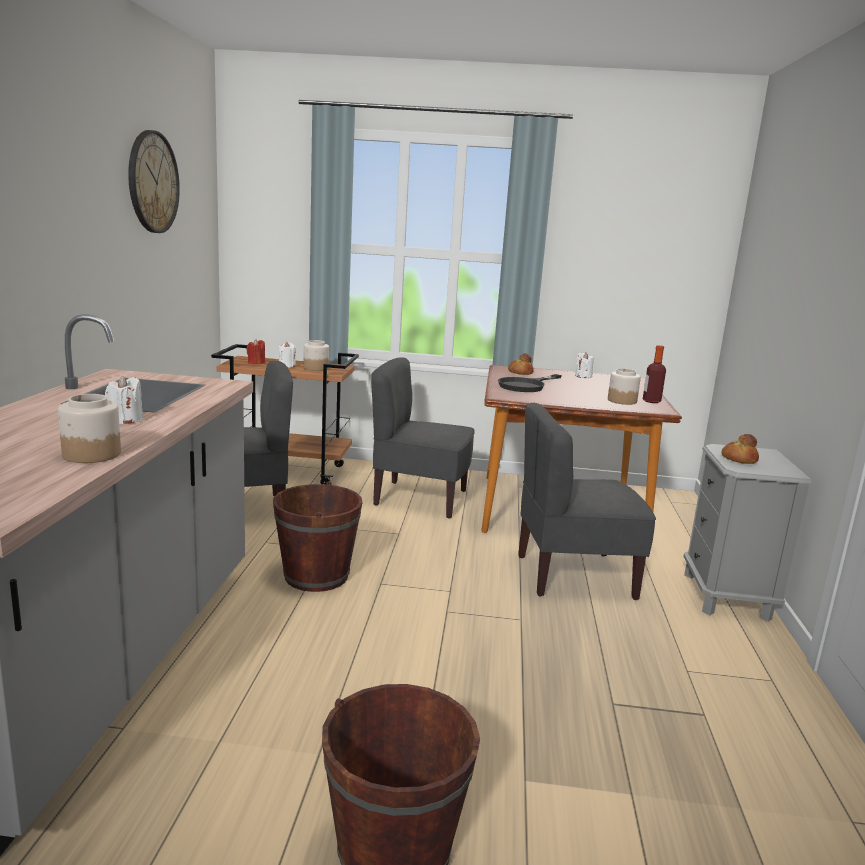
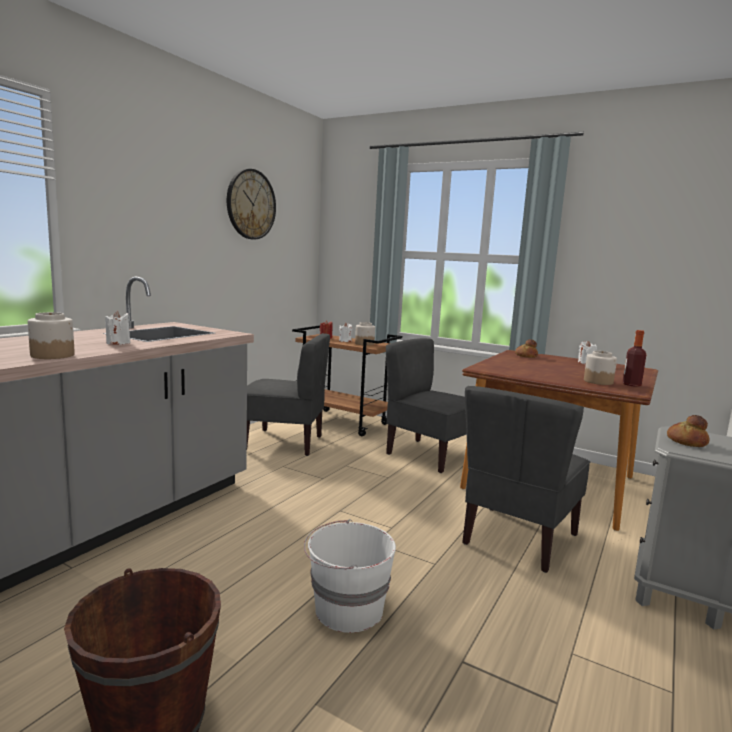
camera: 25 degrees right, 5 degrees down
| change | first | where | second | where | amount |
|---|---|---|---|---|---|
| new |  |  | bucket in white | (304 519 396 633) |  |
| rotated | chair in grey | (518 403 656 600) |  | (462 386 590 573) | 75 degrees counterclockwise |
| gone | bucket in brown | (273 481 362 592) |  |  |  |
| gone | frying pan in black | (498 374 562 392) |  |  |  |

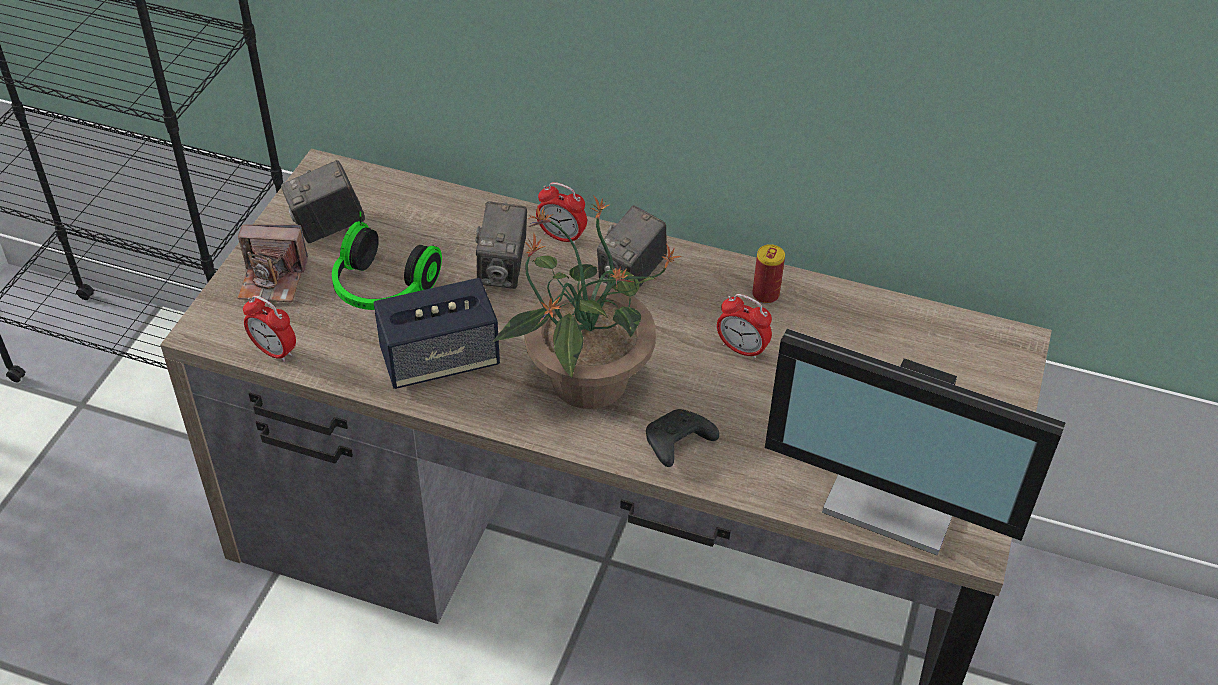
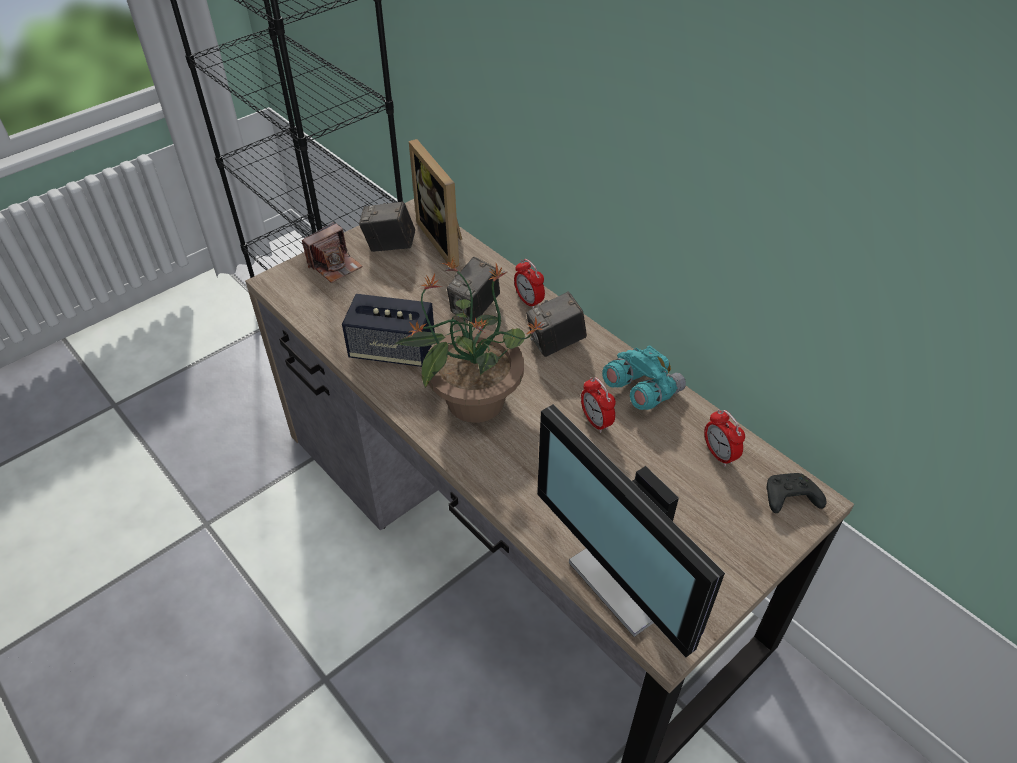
camera: 30 degrees right, 0 degrees up
| change | first | where | second | where | amount |
|---|---|---|---|---|---|
| rotated | photo camera | (238 225 308 302) |  | (302 222 363 283) | 75 degrees counterclockwise |
| new |  |  | picture frame | (409 139 462 266) |  |
| swapped | can | (752 244 785 304) | binoculars in turquoise | (602 345 686 410) |  |
| shifted | alarm clock | (243 295 296 362) |  | (704 409 745 466) |  |
| shifted | game controller in black | (646 409 719 467) |  | (767 473 827 513) |  |
| gone | headphones | (332 211 442 310) |  |  |  |

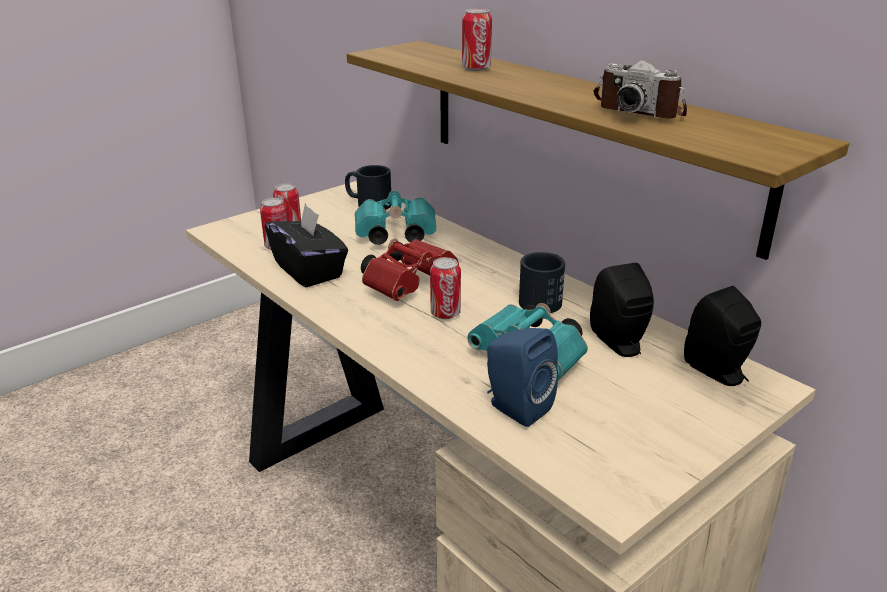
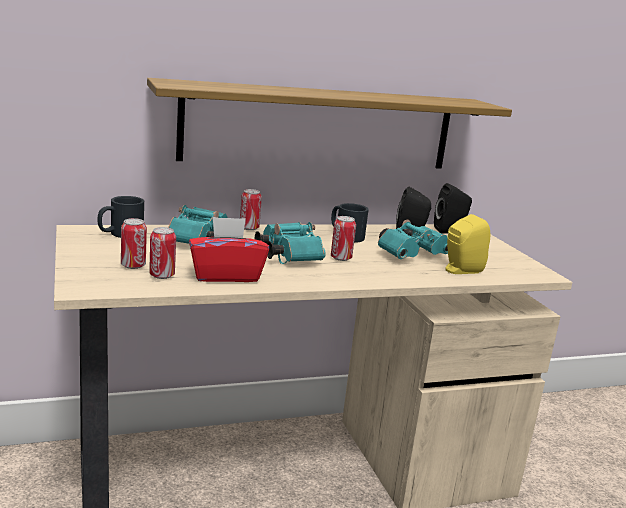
camera: 70 degrees left, 10 degrees down
| change | first | where | second | where | amount |
|---|---|---|---|---|---|
| repainted | tissue box in black | (265 203 348 287) | tissue box in red | (189 217 269 282) |  |
| shifted | can | (462 9 492 71) |  | (240 189 262 230) |  |
| repainted | binoculars in red | (361 238 459 301) | binoculars in turquoise | (255 222 326 264) |  |
| repainted | speaker in blue | (487 328 558 427) | speaker in yellow | (445 214 490 274) |  |
| gone | photo camera | (593 60 687 118) |  |  |  |

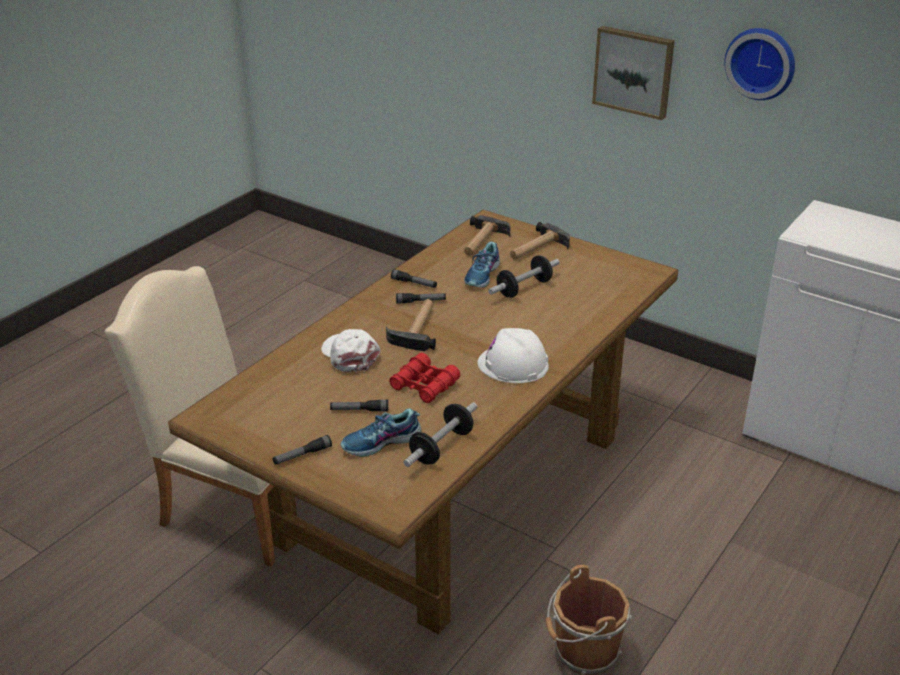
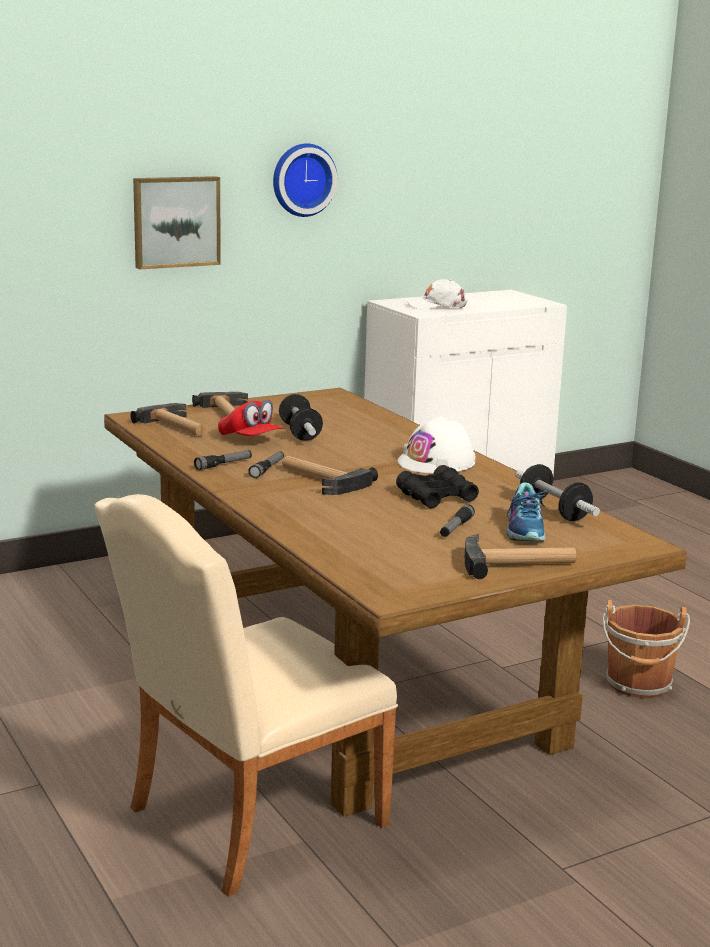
camera: 65 degrees left, 15 degrees down
| change | first | where | second | where | amount |
|---|---|---|---|---|---|
| swapped | shoe | (464 241 500 287) | cap in red | (218 400 283 436) |  |
| repainted | binoculars in red | (389 353 460 403) | binoculars in black | (396 465 479 508) |  |
| shifted | cap in white | (321 329 381 372) |  | (407 279 468 310) |  |
| swapped | flashlight | (273 435 332 465) | hammer | (465 534 576 579) |  |

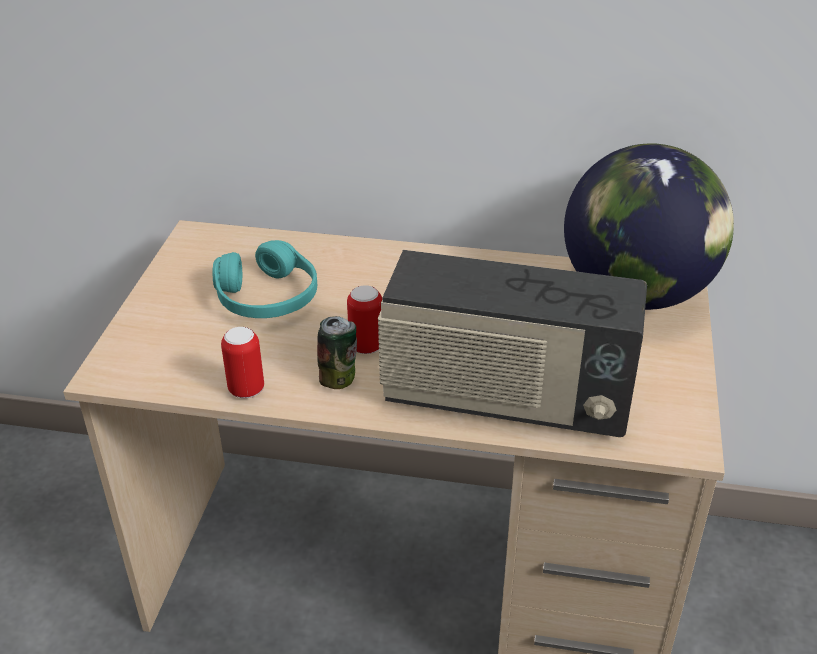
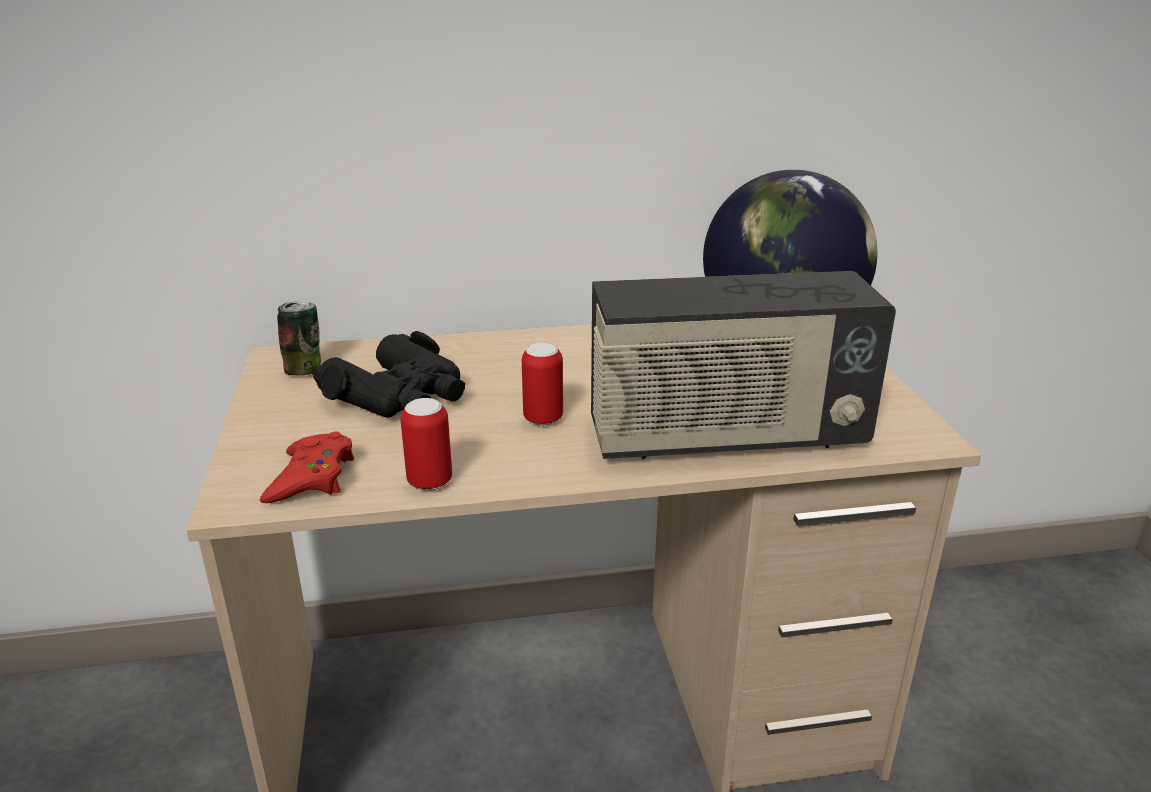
camera: 20 degrees left, 10 degrees down
| change | first | where | second | where | amount |
|---|---|---|---|---|---|
| new |  |  | game controller in red | (260 431 354 503) |  |
| shifted | can | (317 316 357 389) |  | (277 302 321 376) |  |
| swapped | headphones in turquoise | (213 240 317 318) | binoculars in black | (312 331 465 418) |  |

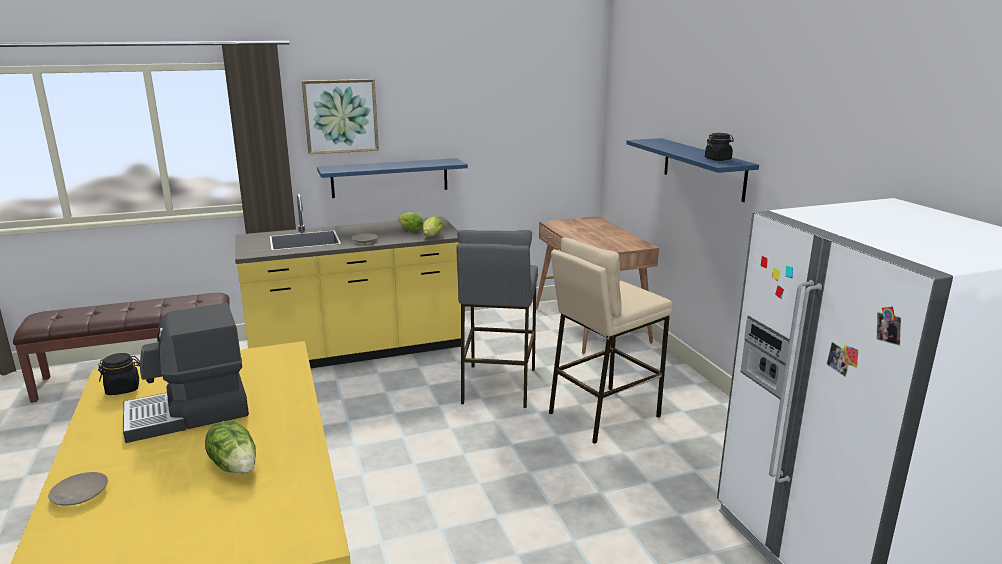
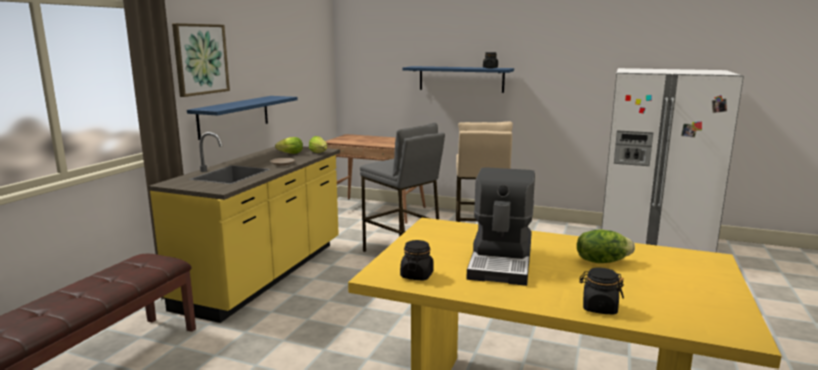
camera: 50 degrees left, 5 degrees down
| change | first | where | second | where | amount |
|---|---|---|---|---|---|
| swapped | plate in beige | (48 472 108 506) | jar in black | (579 267 624 314) |  |

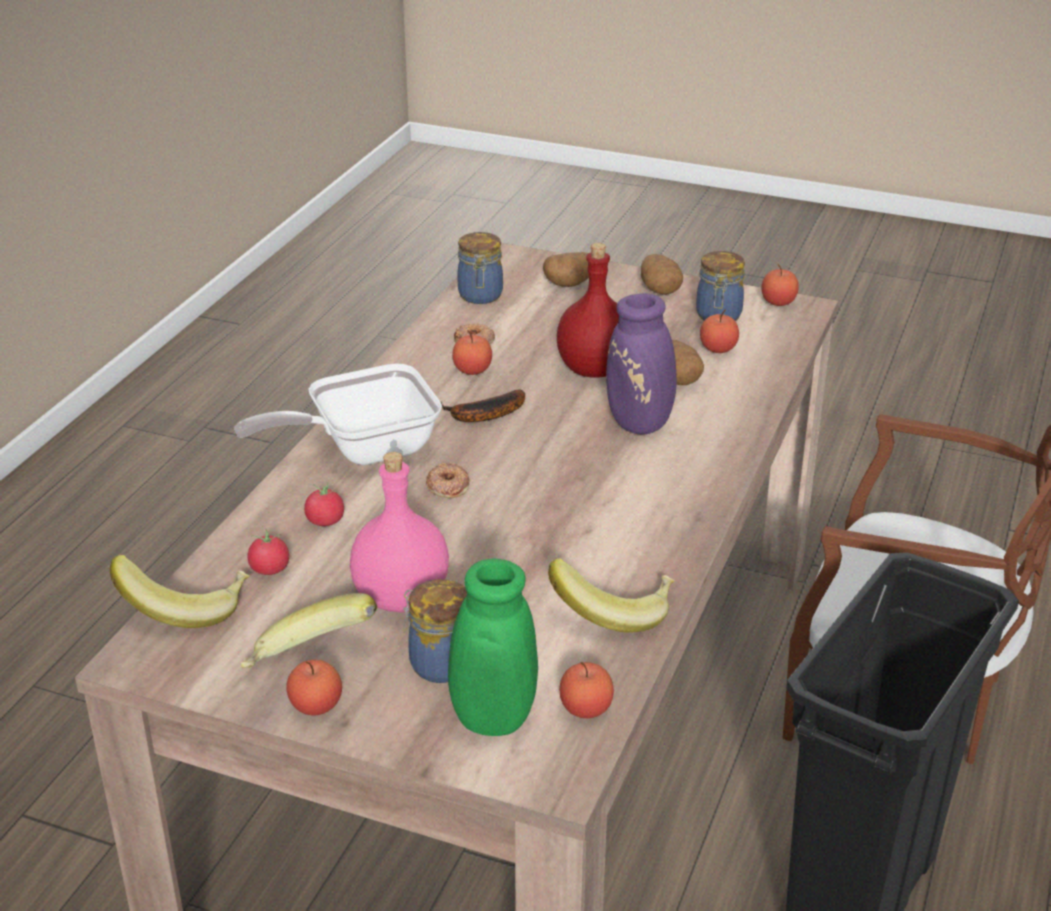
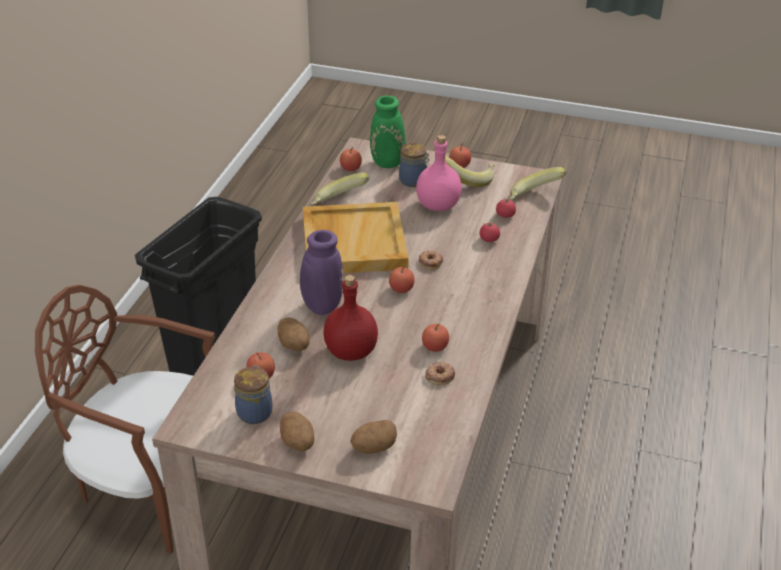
camera: 175 degrees right, 5 degrees up
| change | first | where | second | where | amount |
|---|---|---|---|---|---|
| new |  |  | tray in beige | (303 202 409 273) |  |
| shifted | apple | (762 264 799 306) |  | (389 266 415 293) |  |
| gone | frying pan | (234 363 442 465) |  |  |  |
| gone | banana | (440 390 525 422) |  |  |  |
| gone | jar | (457 232 503 304) |  |  |  |

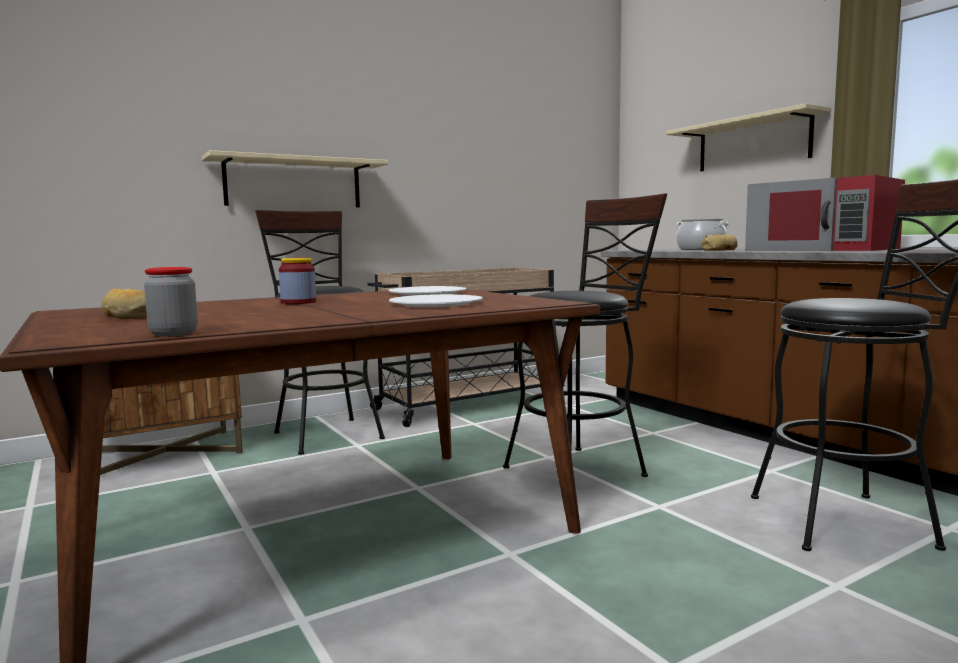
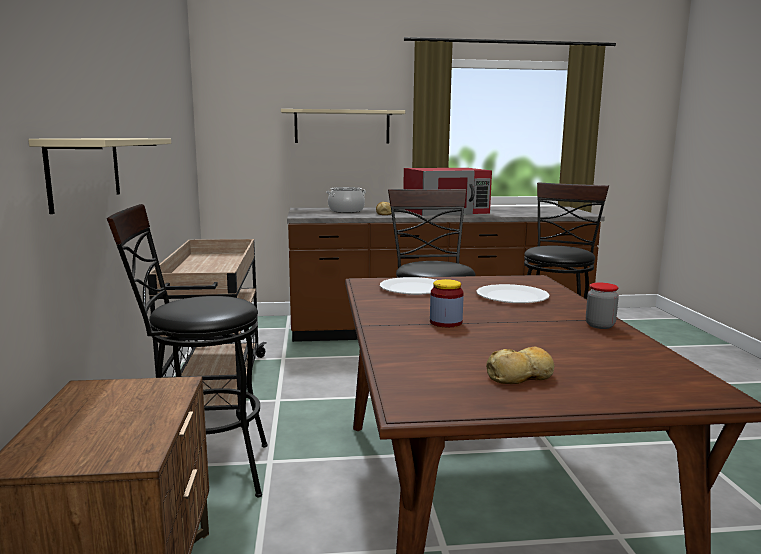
camera: 65 degrees left, 5 degrees up
| change | first | where | second | where | amount |
|---|---|---|---|---|---|
| shifted | jar | (144 267 198 337) |  | (586 283 619 329) |  |

